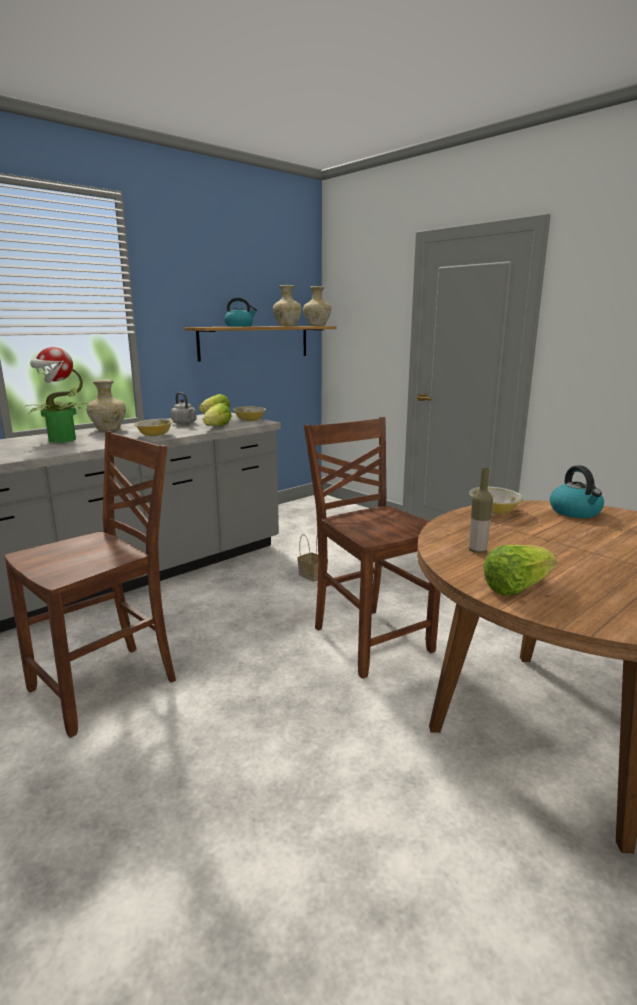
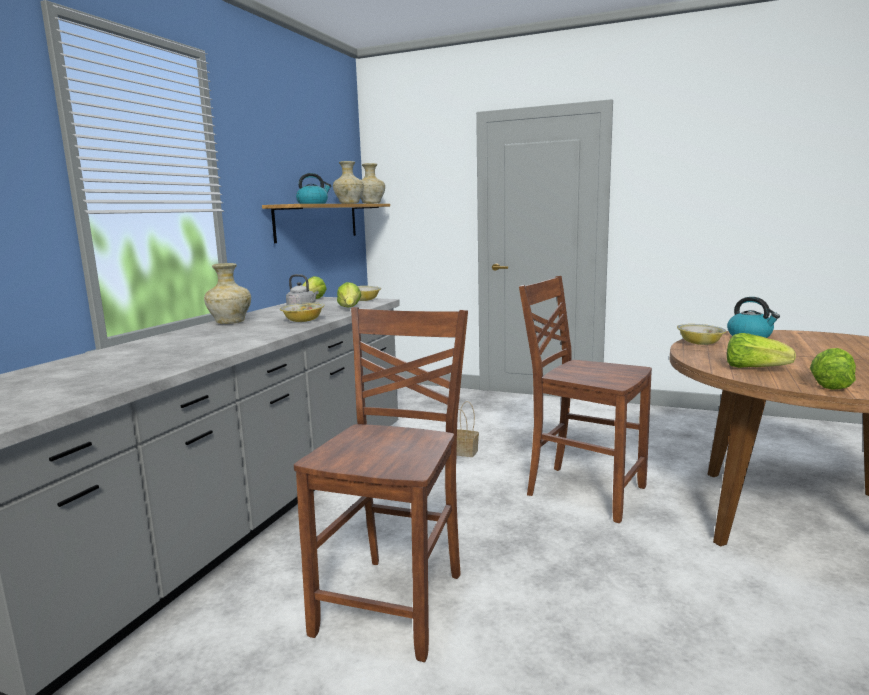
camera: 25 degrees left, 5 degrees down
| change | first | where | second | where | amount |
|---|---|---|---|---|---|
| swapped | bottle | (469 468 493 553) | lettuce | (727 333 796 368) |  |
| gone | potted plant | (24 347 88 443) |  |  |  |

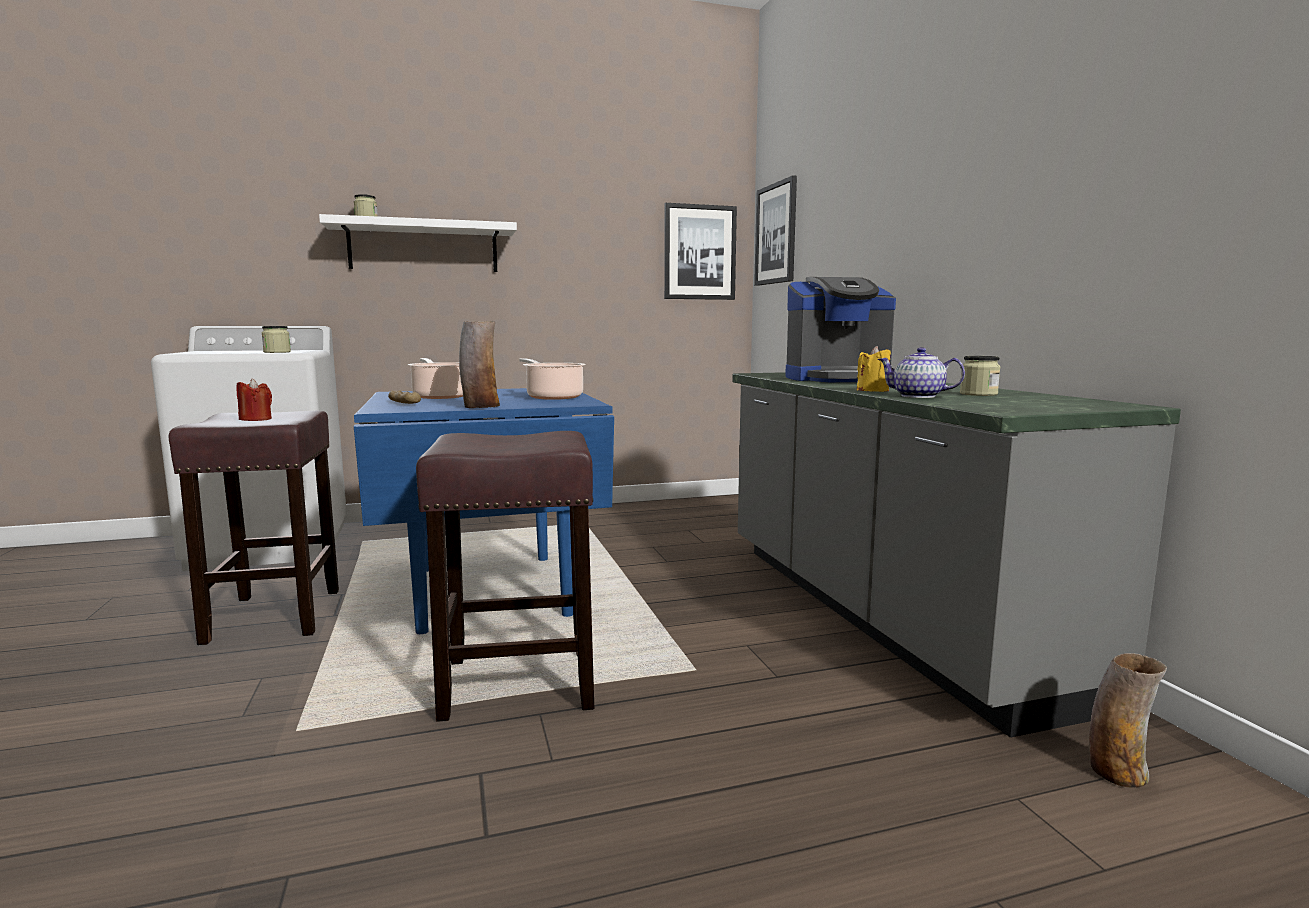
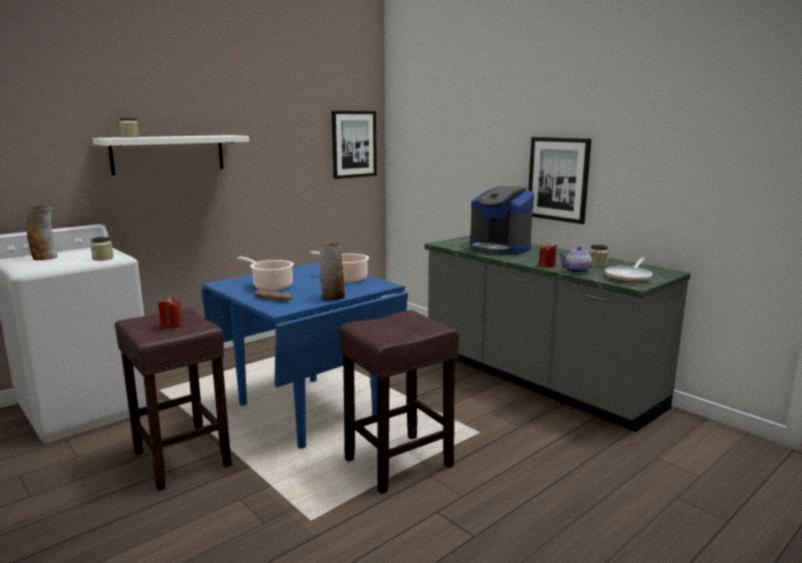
camera: 25 degrees left, 5 degrees up
| change | first | where | second | where | amount |
|---|---|---|---|---|---|
| shifted | vase | (1089 653 1167 788) |  | (26 206 58 260) |  |
| rotated | coffee machine | (786 277 896 382) |  | (470 186 534 255) | 75 degrees clockwise |
| shifted | picture | (754 175 797 286) |  | (528 137 591 224) |  |
| repainted | candle in yellow | (857 346 891 392) | candle in red | (539 242 557 268) |  |
| new |  |  | frying pan | (605 257 652 282) |  |

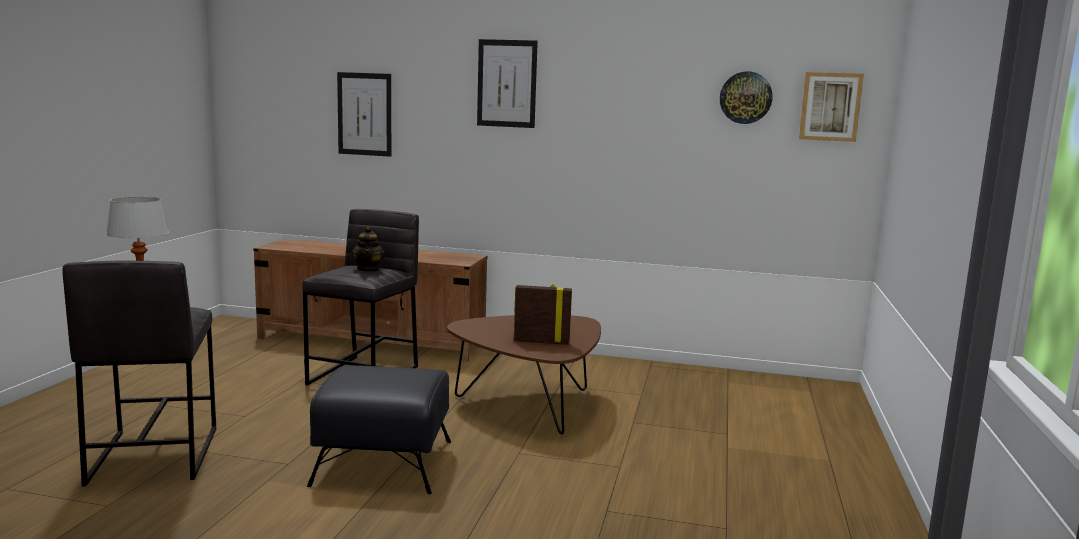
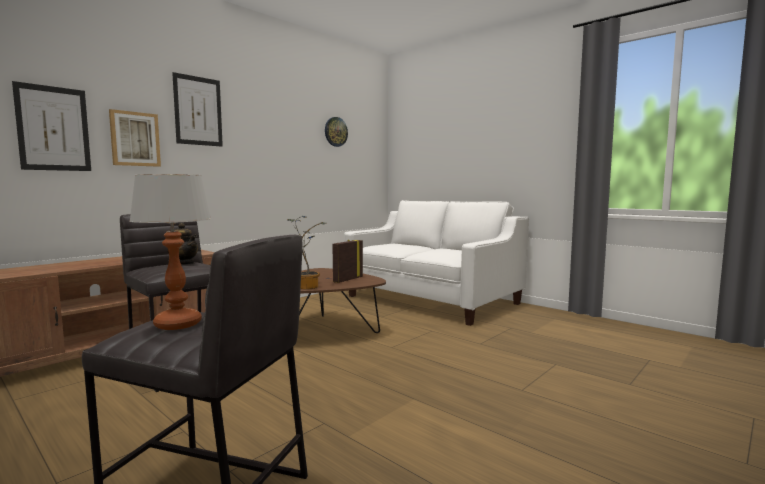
camera: 60 degrees left, 5 degrees down
| change | first | where | second | where | amount |
|---|---|---|---|---|---|
| shifted | picture | (799 72 864 142) |  | (109 109 161 167) |  |
| new |  |  | potted plant | (287 216 326 289) |  |
| new |  |  | sofa in white | (344 200 529 326) |  |
| gone | ottoman in black | (307 365 451 494) |  |  |  |

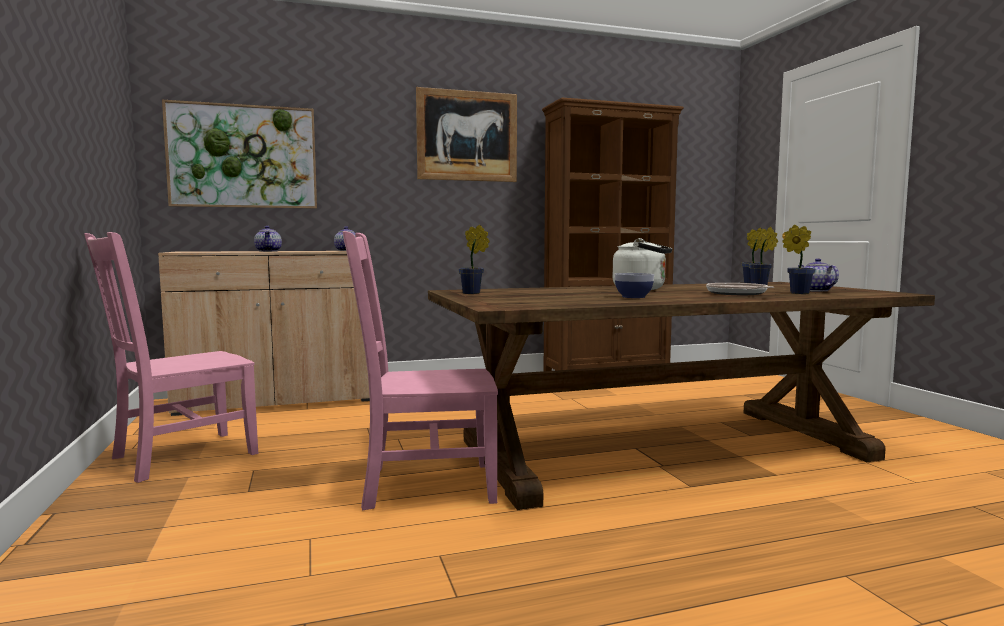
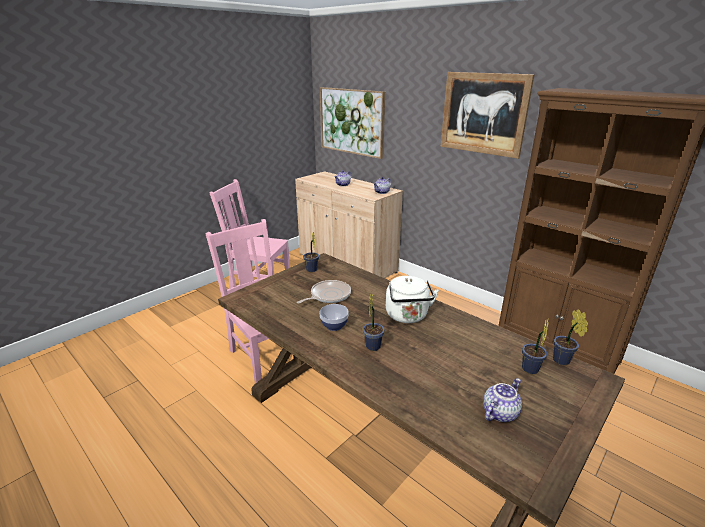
camera: 60 degrees right, 20 degrees up
| change | first | where | second | where | amount |
|---|---|---|---|---|---|
| shifted | frying pan | (706 283 774 295) |  | (297 280 351 303) |  |
| shifted | potted plant | (782 224 815 294) |  | (363 293 385 351) |  |

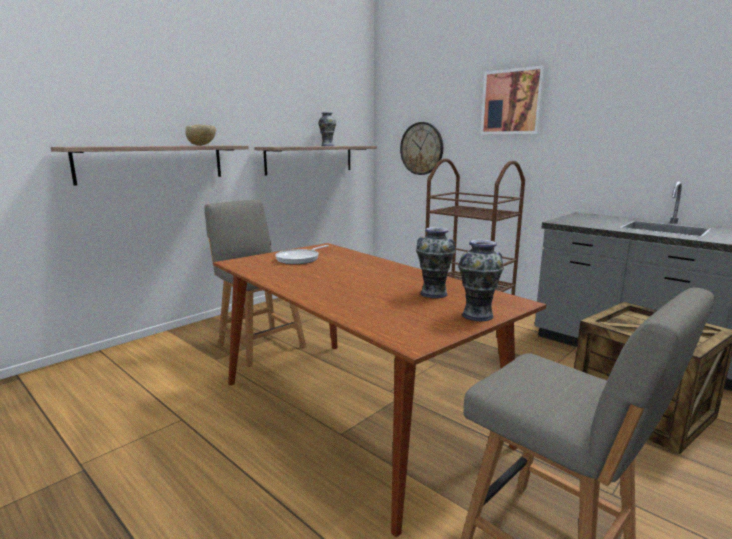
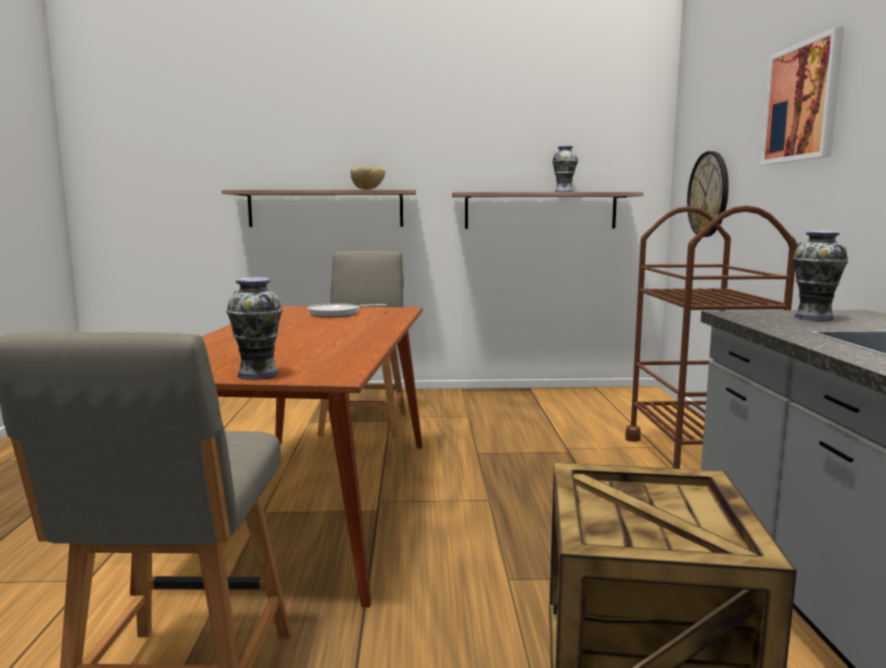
camera: 45 degrees right, 5 degrees down
| change | first | where | second | where | amount |
|---|---|---|---|---|---|
| shifted | vase | (416 227 455 298) |  | (792 231 848 321) |  |

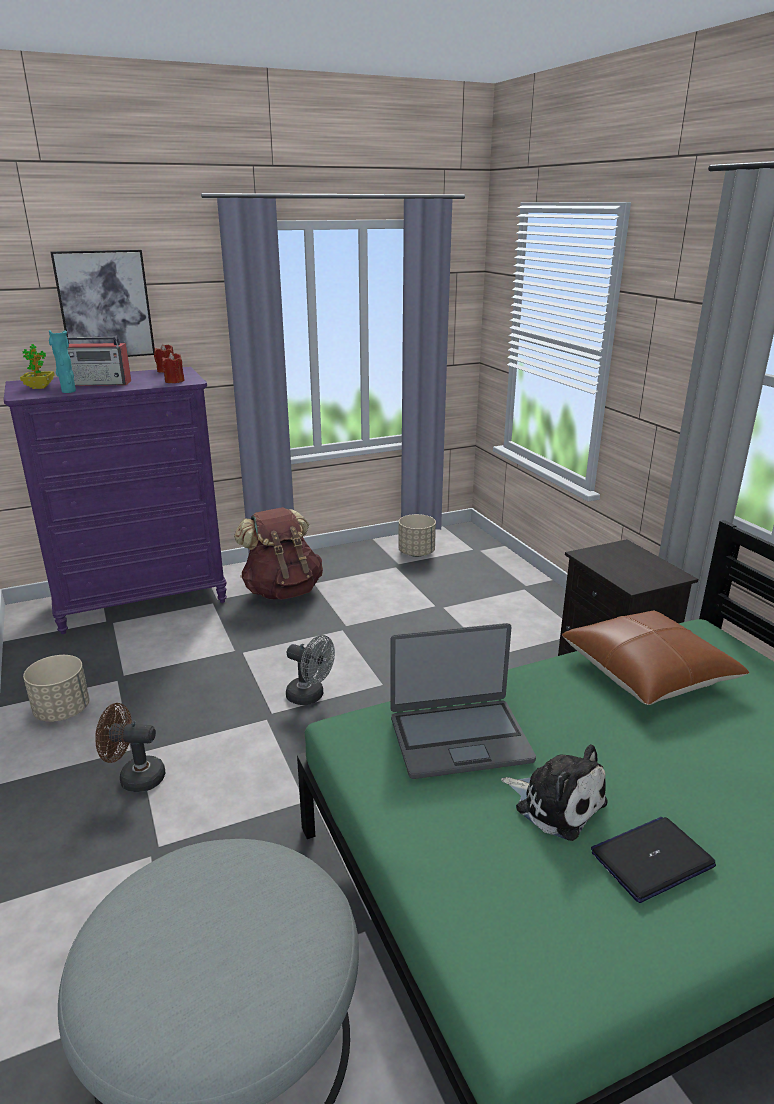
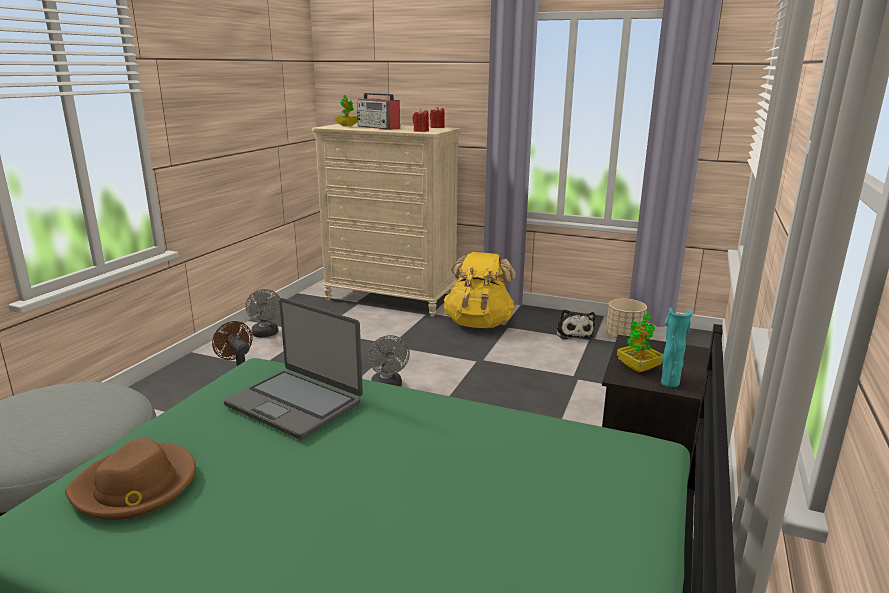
camera: 45 degrees right, 5 degrees down
| change | first | where | second | where | amount |
|---|---|---|---|---|---|
| new |  |  | hat in brown | (65 438 196 520) |  |
| swapped | planter in beige | (23 655 89 722) | fan in grey | (246 289 280 337) |  |
| repainted | dresser in purple | (4 367 227 634) | dresser in beige | (312 123 461 317) |  |
| repainted | backpack in brown | (234 507 323 600) | backpack in yellow | (444 252 516 328) |  |
| shifted | plush toy | (501 744 607 841) |  | (556 309 595 339) |  |
| new |  |  | potted plant | (617 314 663 373) |  |
| shifted | vase in turquoise | (49 330 76 393) |  | (661 307 693 387) |  |
| gone | picture | (50 250 155 357) |  |  |  |
| gone | pillow in brown | (562 611 750 705) |  |  |  |
| gone | laptop | (591 817 716 903) |  |  |  |

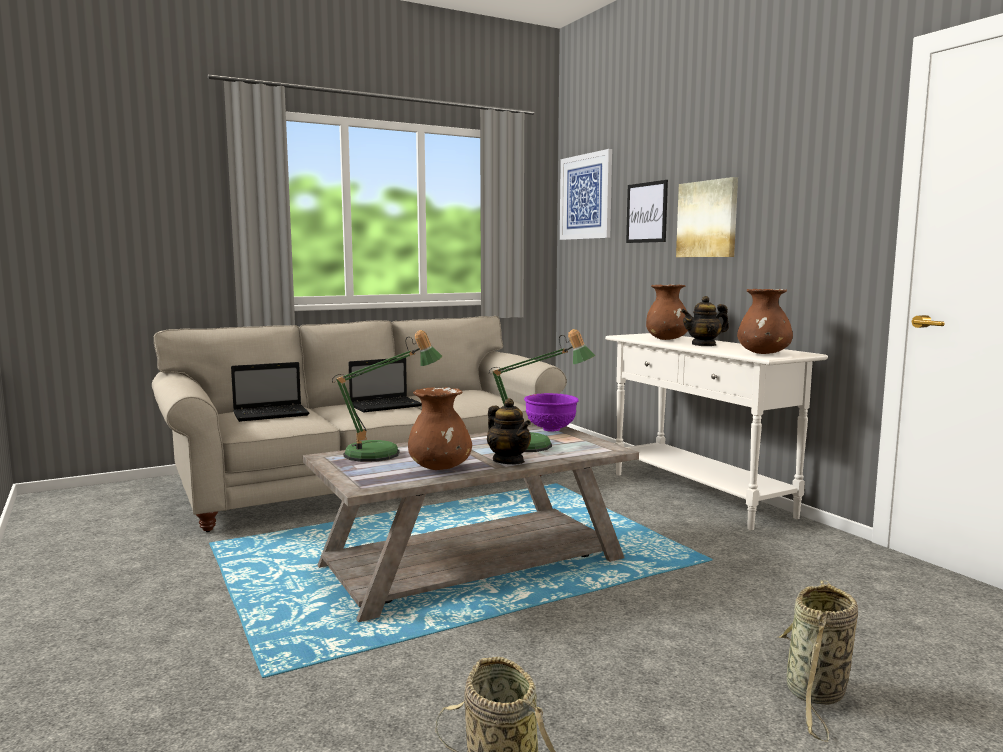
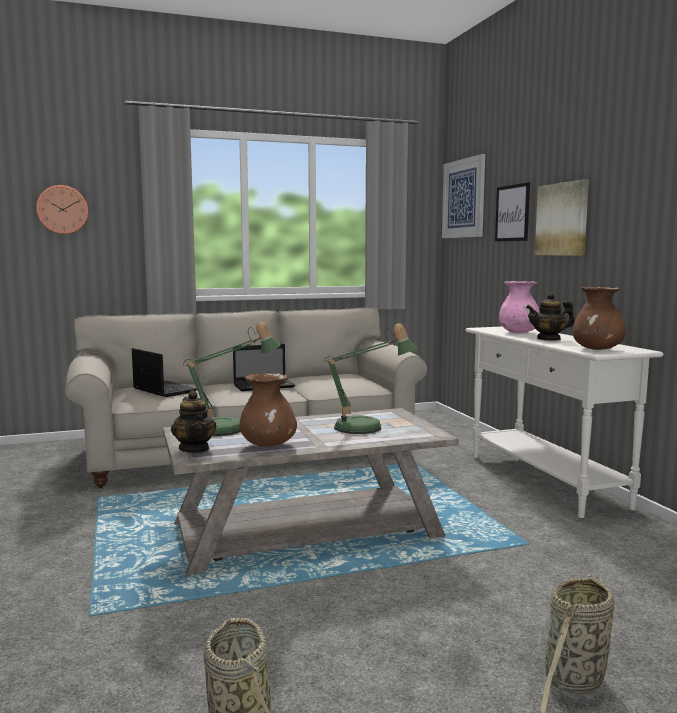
camera: 10 degrees right, 0 degrees up
| change | first | where | second | where | amount |
|---|---|---|---|---|---|
| new |  |  | wall clock | (36 185 88 234) |  |
| rotated | laptop | (231 362 309 422) |  | (132 348 197 397) | 120 degrees counterclockwise |
| shifted | teapot | (487 398 531 464) |  | (171 390 216 453) |  |
| repainted | vase in brown | (646 284 688 340) | vase in pink | (499 281 540 333) |  |
| gone | bowl in purple | (524 393 579 432) |  |  |  |

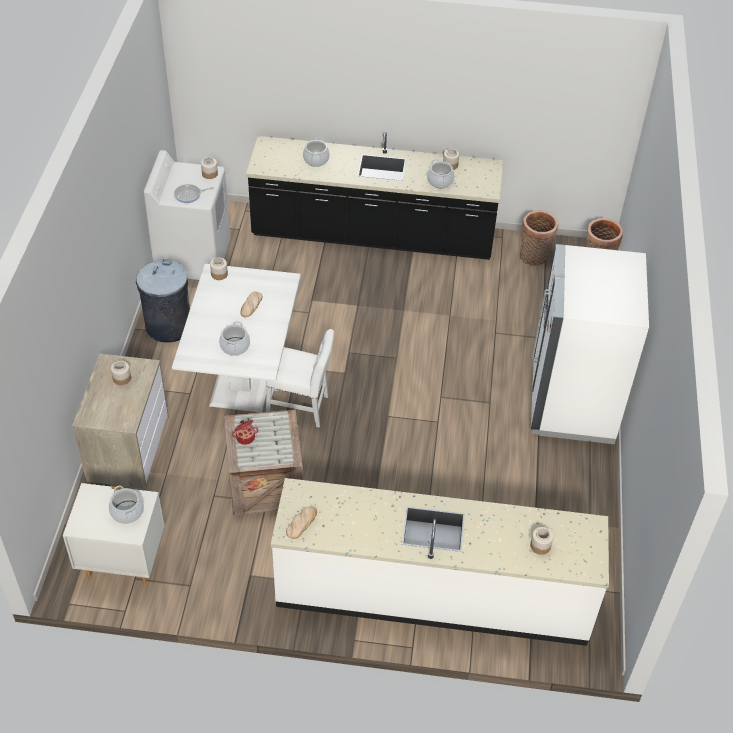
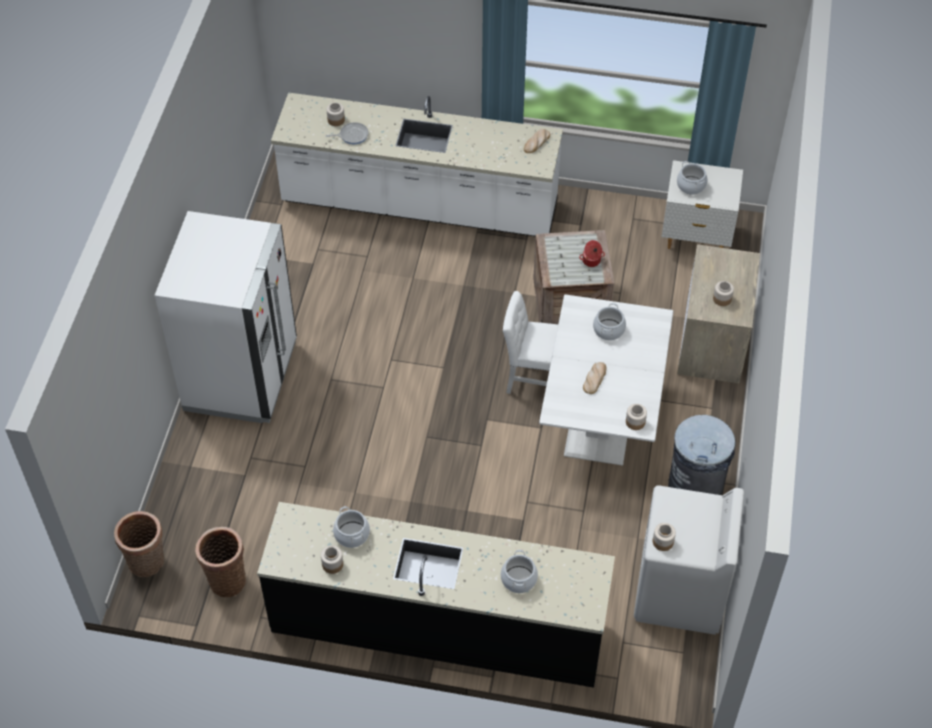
camera: 175 degrees left, 5 degrees up
| change | first | where | second | where | amount |
|---|---|---|---|---|---|
| shifted | frying pan | (174 184 214 203) |  | (325 122 369 144) |  |

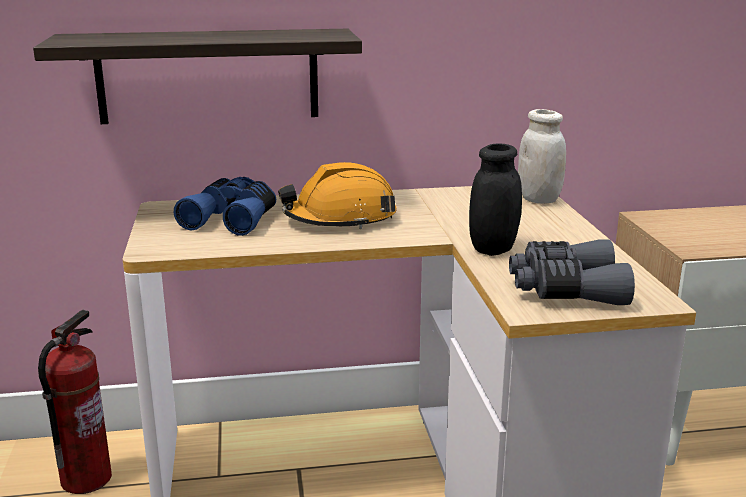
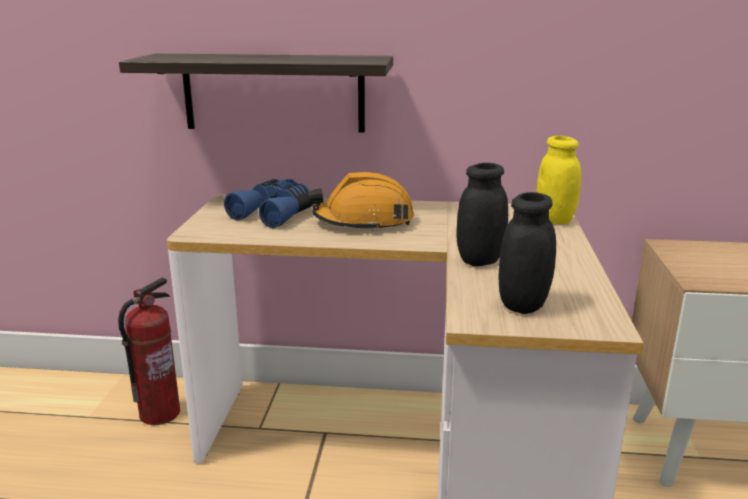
camera: 15 degrees right, 0 degrees up
| change | first | where | second | where | amount |
|---|---|---|---|---|---|
| swapped | binoculars in grey | (509 239 635 305) | jar in black | (499 192 556 314) |  |
| repainted | jar in white | (518 109 566 204) | jar in yellow | (537 136 581 224) |  |

